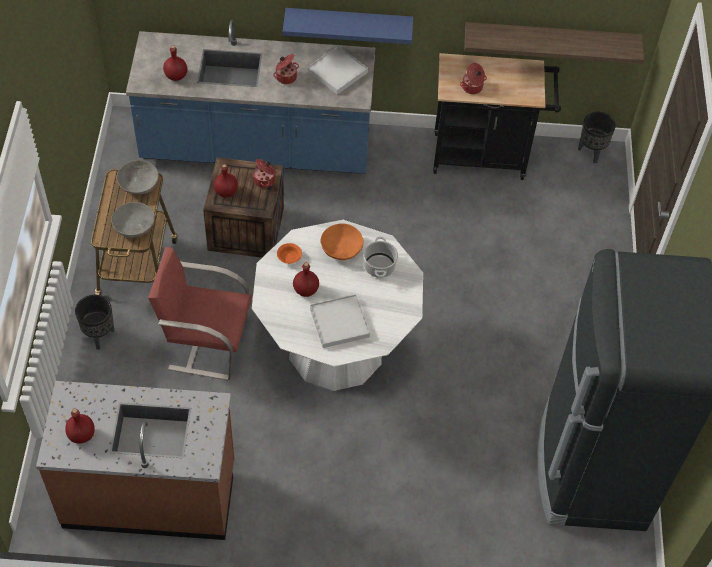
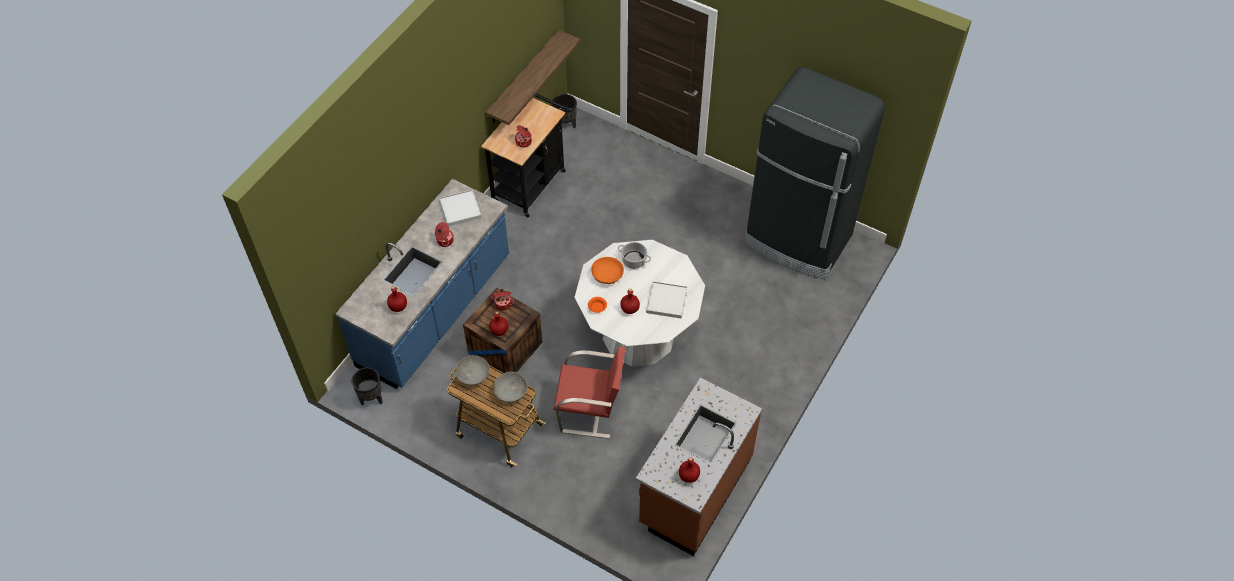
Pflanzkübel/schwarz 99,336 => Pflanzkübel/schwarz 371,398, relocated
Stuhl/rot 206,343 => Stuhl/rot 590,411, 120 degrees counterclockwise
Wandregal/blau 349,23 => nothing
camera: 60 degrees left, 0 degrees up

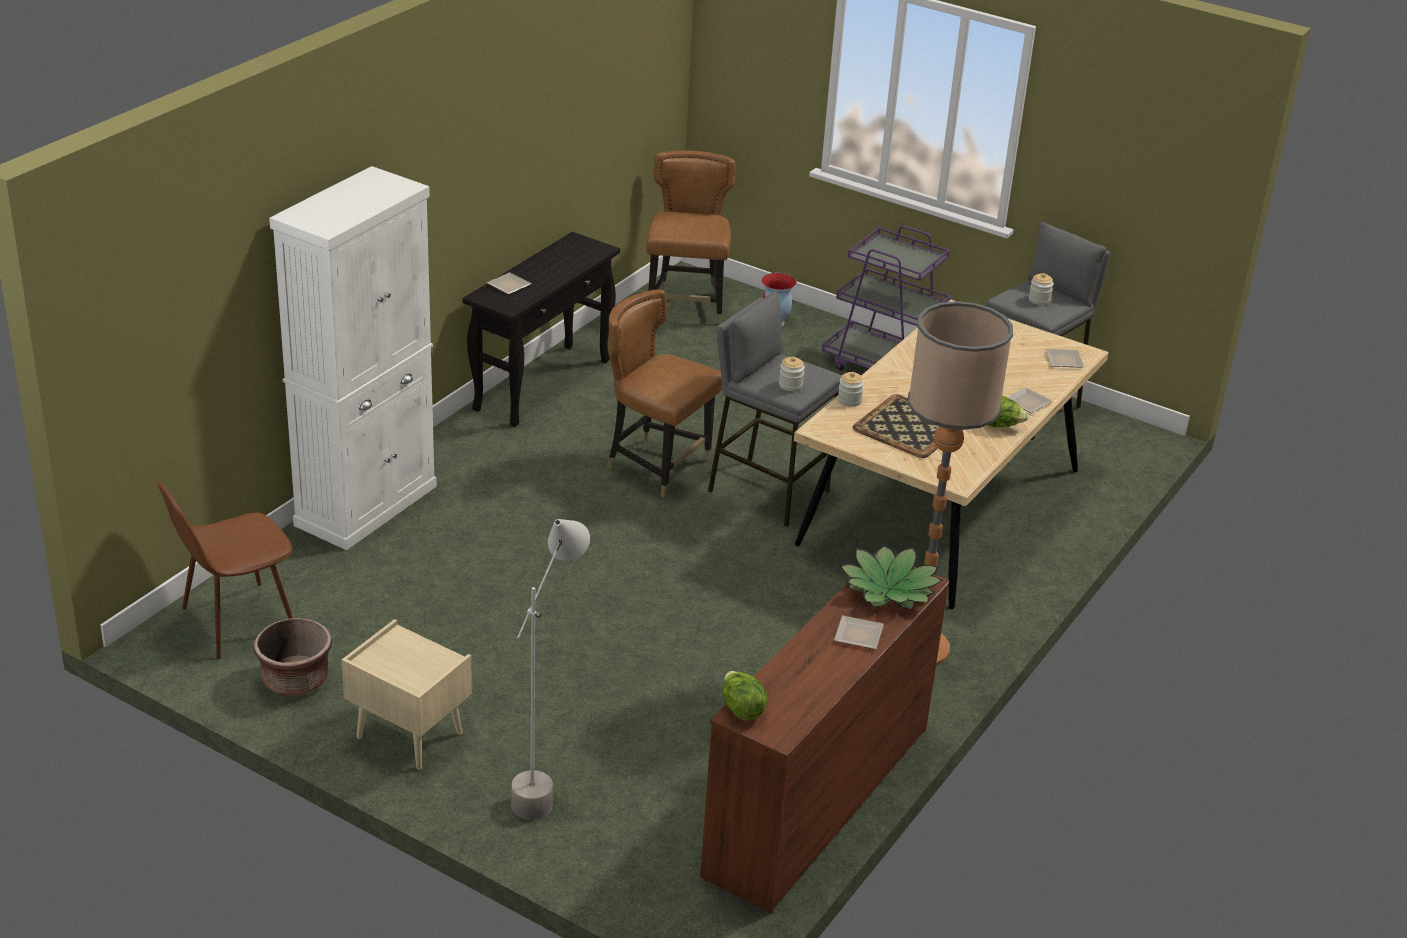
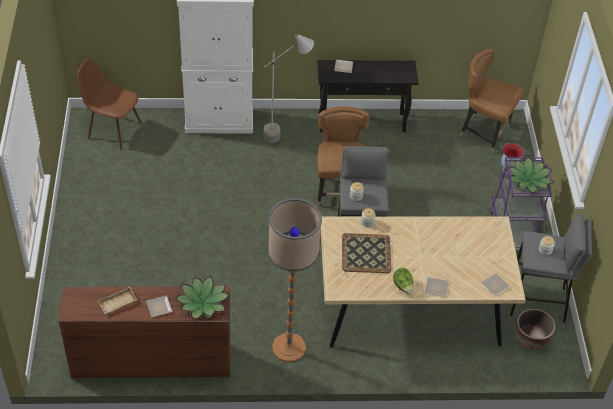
Pflanzkübel/braun 295,680 => Pflanzkübel/braun 531,338, relocated
Nachttisch/beige 408,735 => nothing
Stehlampe/grau 547,783 => Stehlampe/grau 285,134, relocated
Stuhl/braun 686,306 => Stuhl/braun 484,132, 120 degrees counterclockwise
Salatkopf 741,709 => nothing
nothing => Tablett/beige 117,304
nothing => Topfpflanze 529,180
camera: 55 degrees right, 15 degrees up

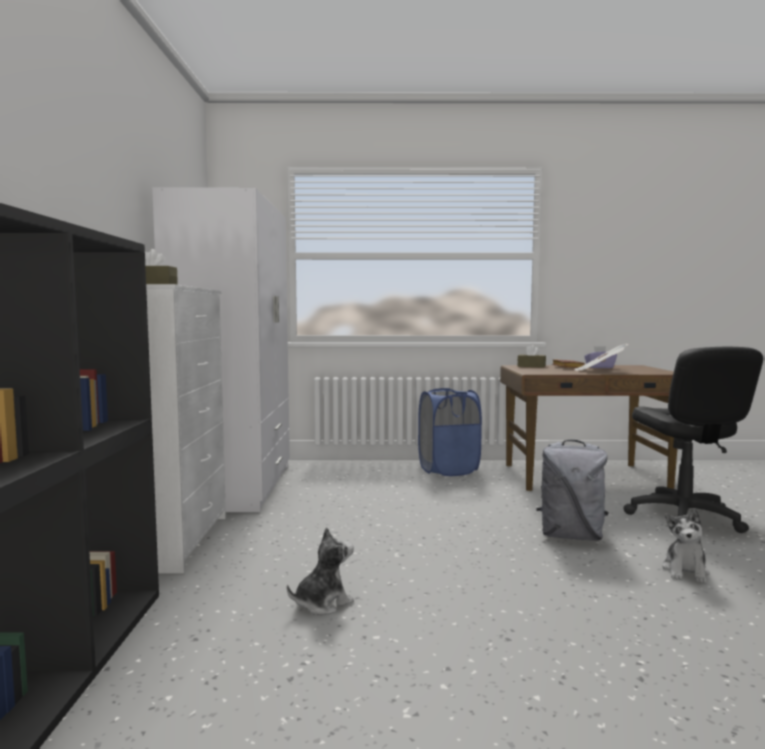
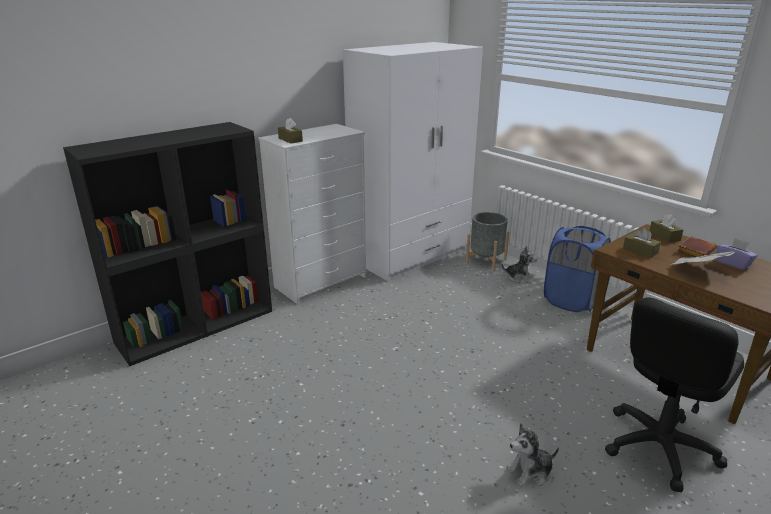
Plüschtier 322,603 => Plüschtier 518,278, relocated
Rucksack/grau 571,536 => nothing
nothing => Pflanzkübel/grau 486,261
nothing => Taschentuchbox/braun 640,251
camera: 50 degrees right, 20 degrees up

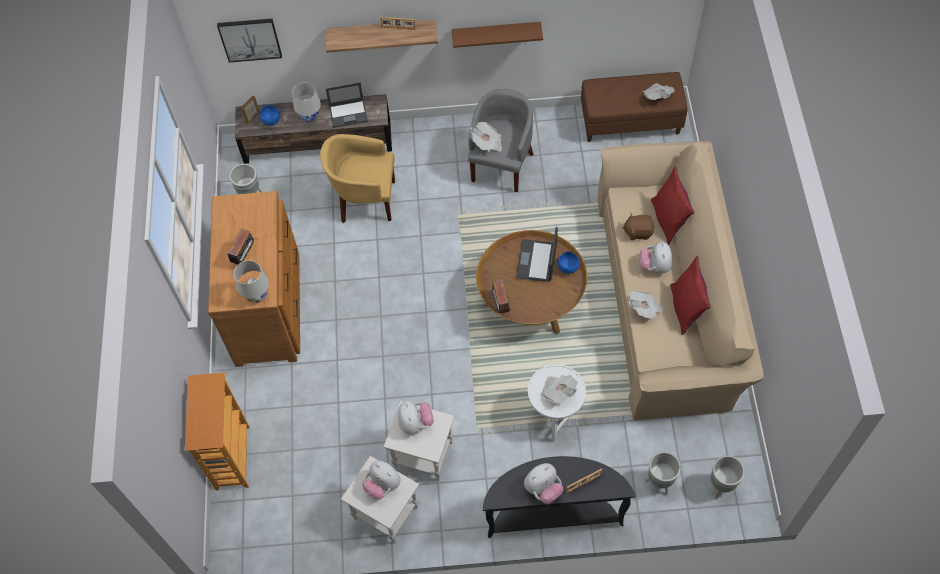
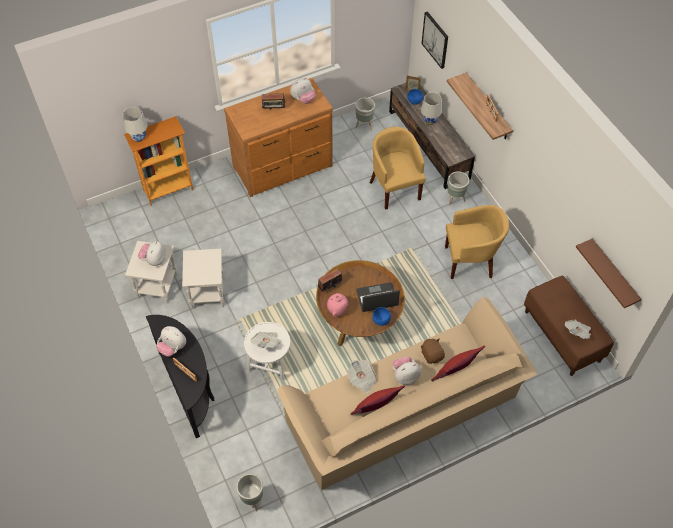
Tischlampe/weiß 256,295 => Tischlampe/weiß 138,137, relocated
Laptop 349,113 => nothing
Plüschtier 415,423 => Plüschtier 303,99, relocated
Wandregal/braun 496,33 => Wandregal/braun 613,274, relocated
Sessel/grau 502,164 => Sessel/gelb 470,260
Zeitung 487,143 => nothing
Pflanzkübel/grau 659,482 => Pflanzkübel/grau 454,199, relocated
nothing => Vase/rosa 337,311
camera: 65 degrees right, 5 degrees down

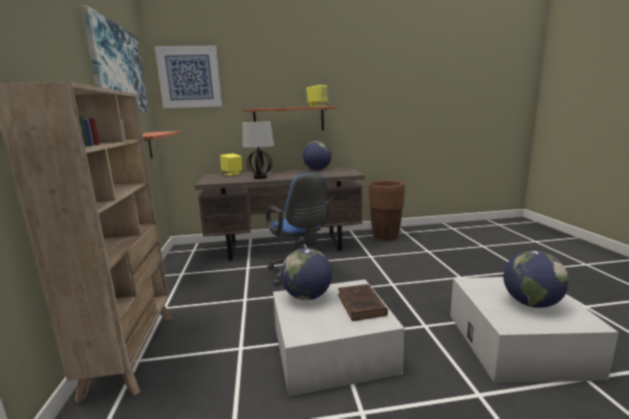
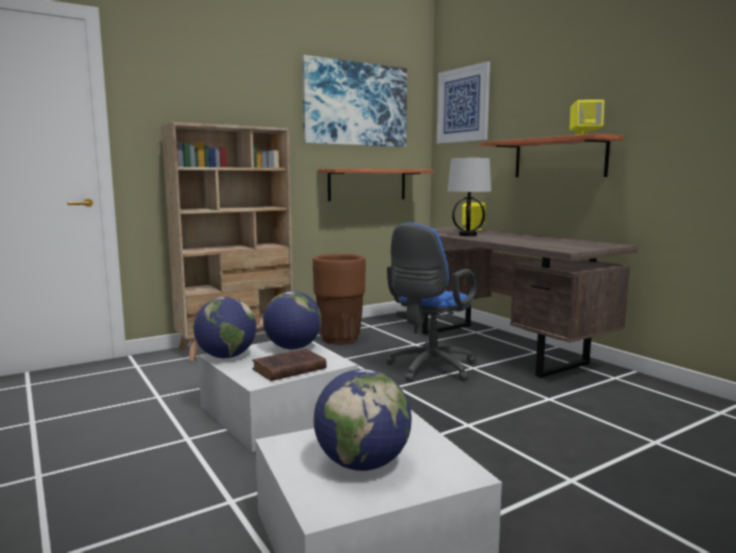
Globus 317,170 => Globus 226,356, relocated
Pflanzkübel/braun 385,236 => Pflanzkübel/braun 339,339, relocated
camera: 65 degrees right, 5 degrees down

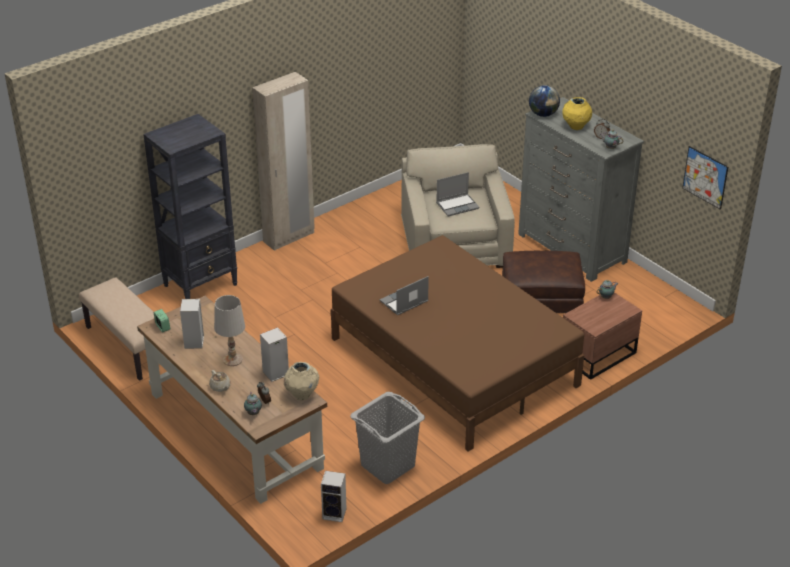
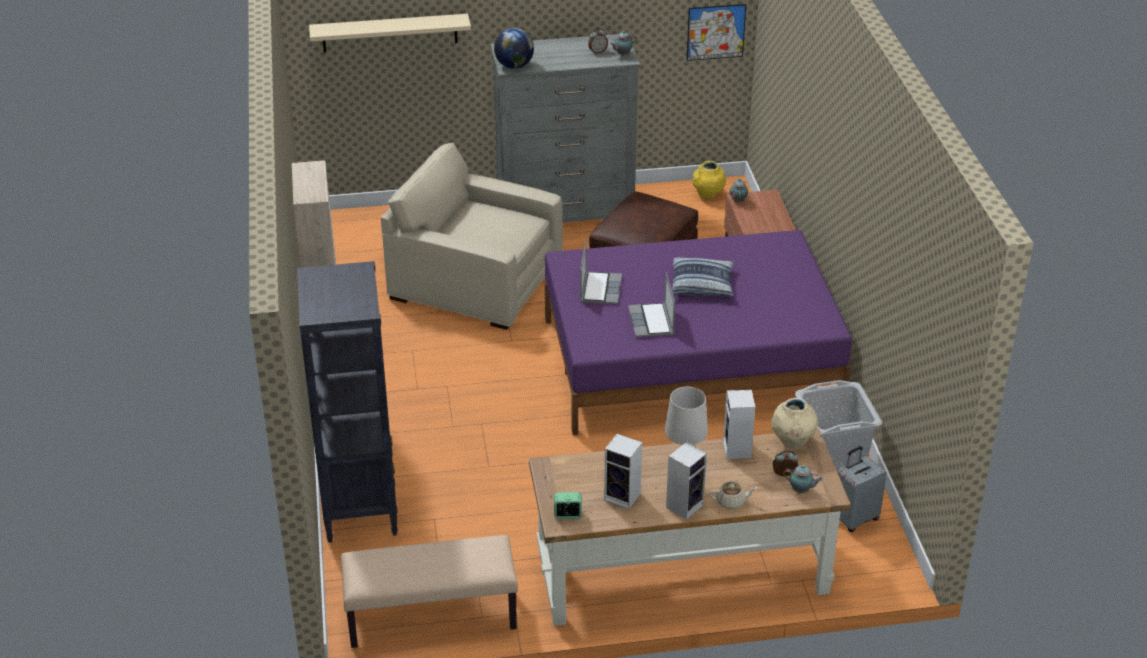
Lautsprecher 335,513 => Lautsprecher 685,505, relocated
Bett/braun 453,362 => Bett/lila 690,362
Laptop 457,205 => Laptop 599,289, relocated
Vase/gelb 576,127 => Vase/gelb 708,195, relocated
nothing => Wandregal/beige 389,33
nothing => Kissen 702,284
nothing => Koffer/grau 854,518
camera: 60 degrees left, 0 degrees up

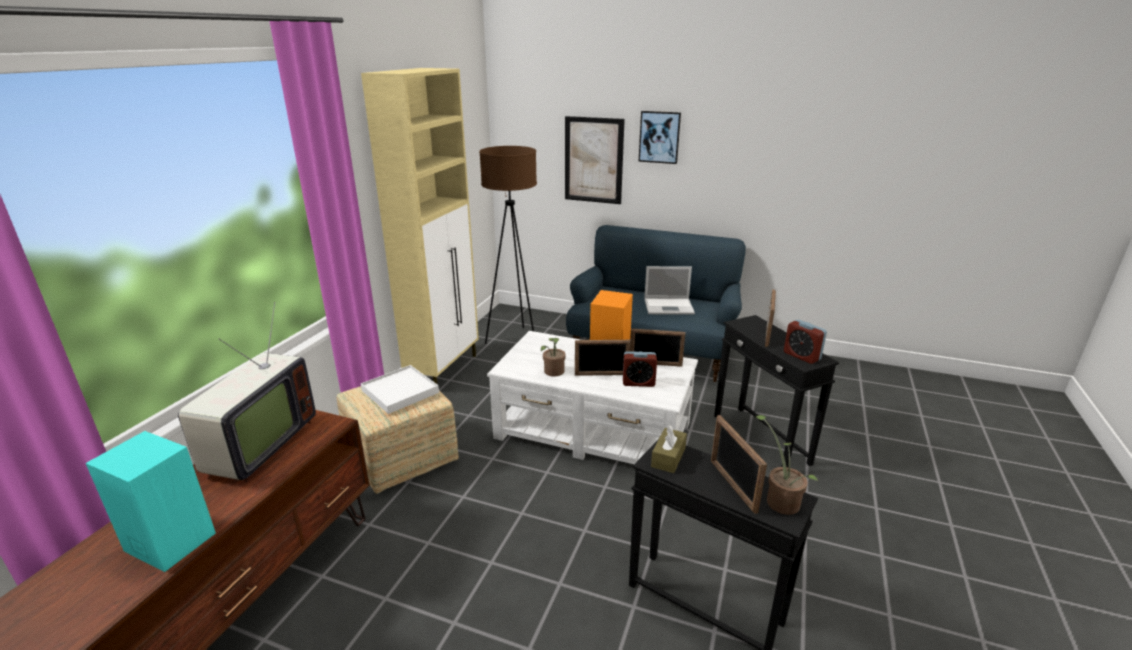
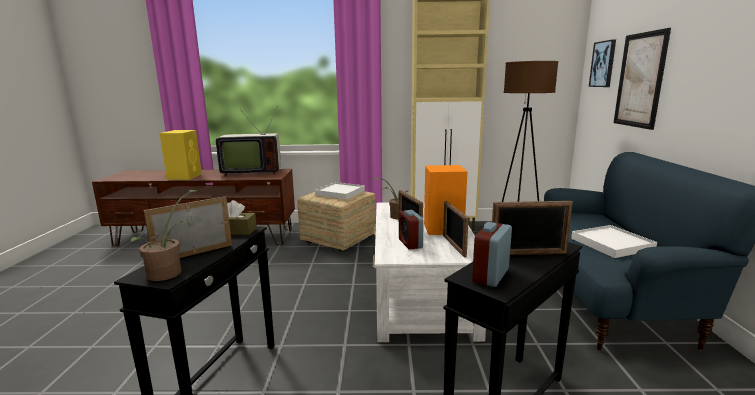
Lautsprecher/türkis 169,541 => Lautsprecher/gelb 185,176
Bild 659,137 => Bild 603,64, relocated
Laptop 669,306 => Tablett/weiß 612,244
camera: 70 degrees right, 10 degrees down

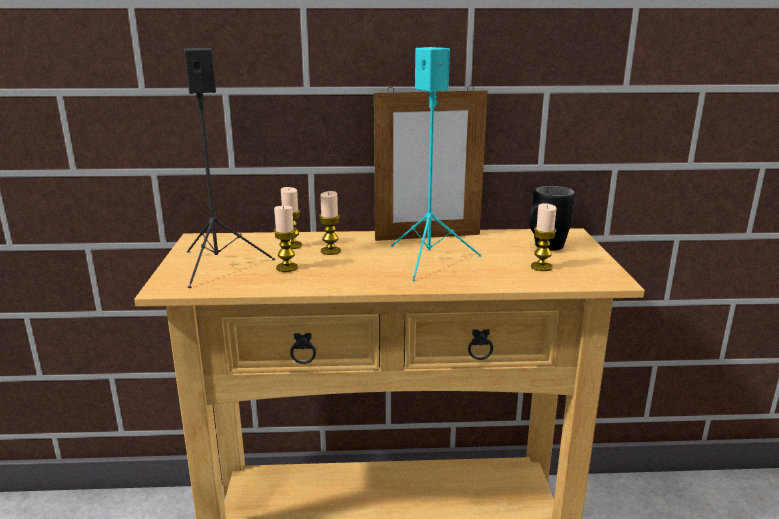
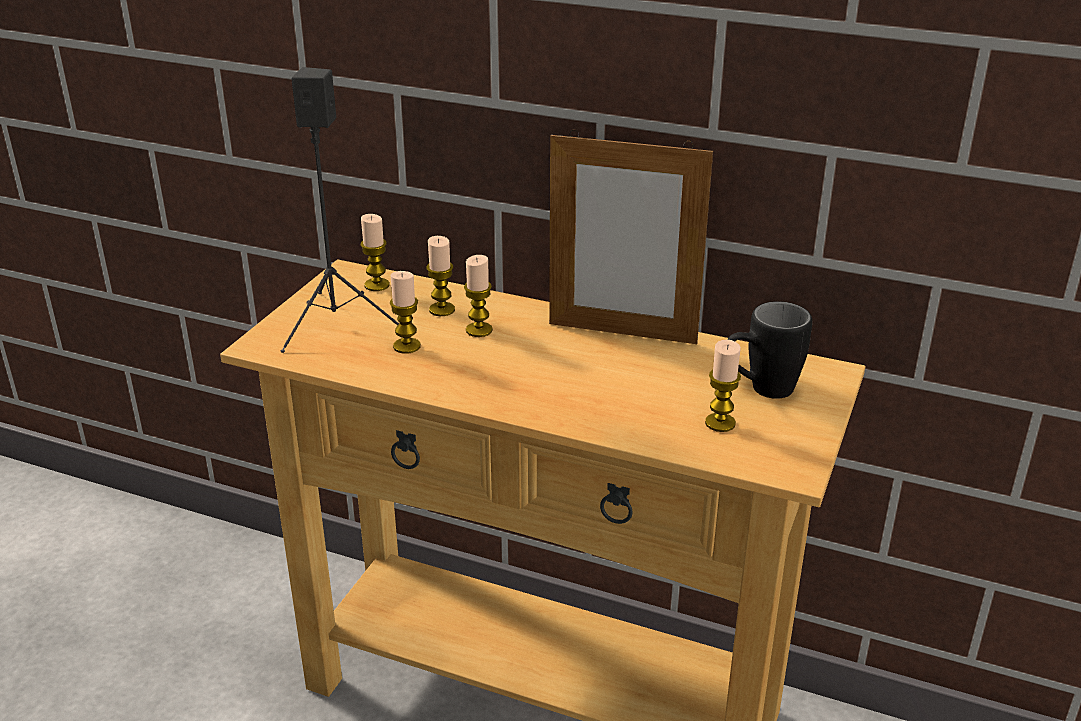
Lautsprecher/türkis 429,259 => nothing
nothing => Kerze 377,285
camera: 25 degrees right, 10 degrees up

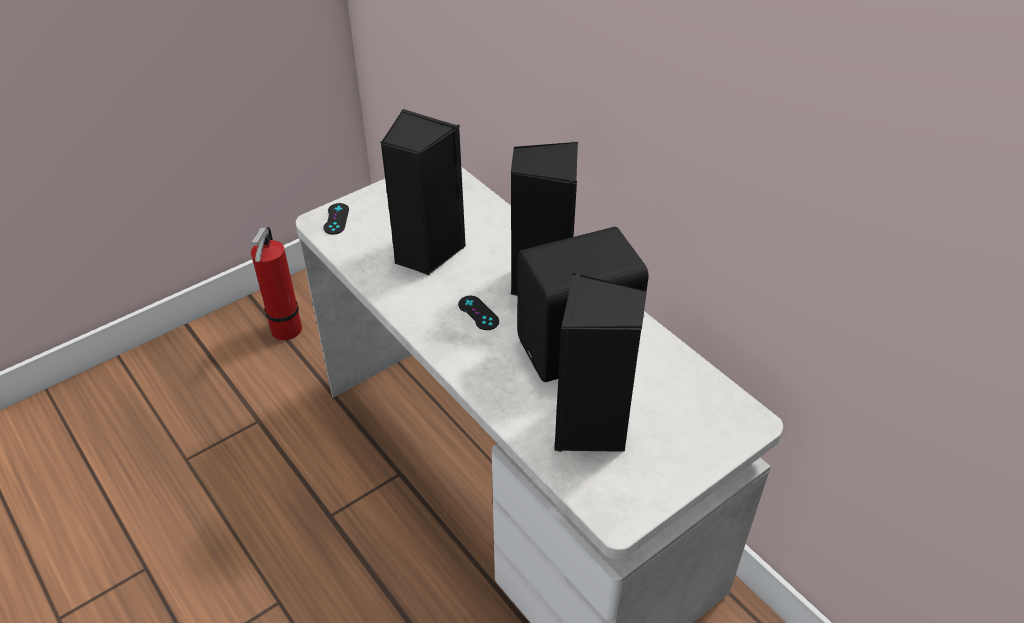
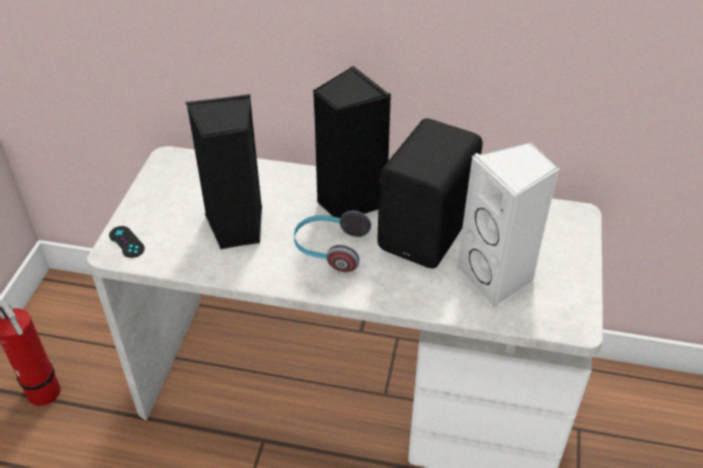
Gamepad/schwarz 478,313 => Kopfhörer 330,249
Lautsprecher/schwarz 592,428 => Lautsprecher/weiß 497,279
camera: 40 degrees left, 0 degrees up

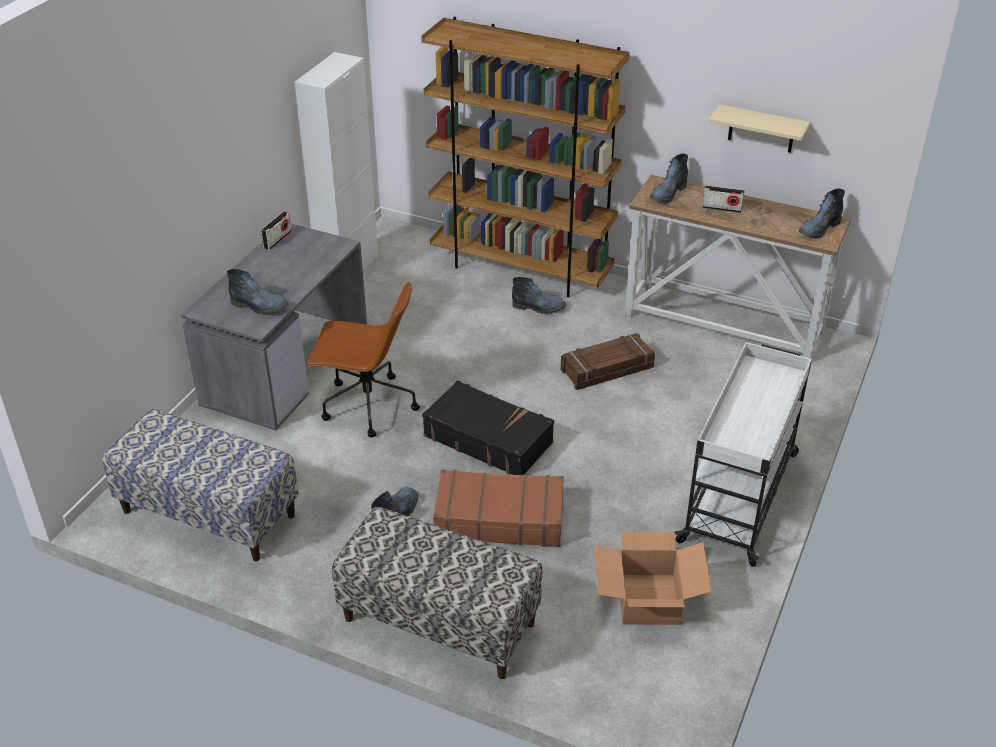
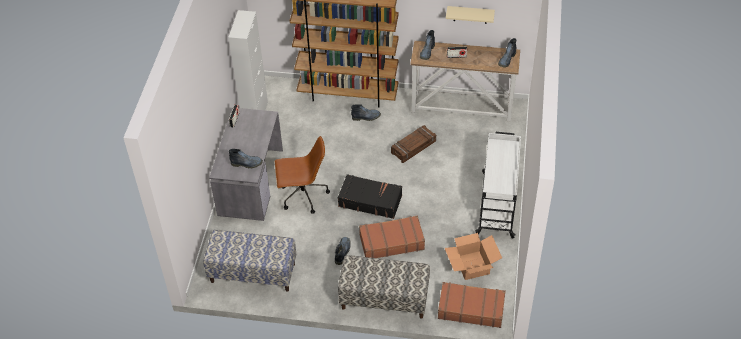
nothing => Koffer/braun 471,309
camera: 15 degrees left, 10 degrees up

